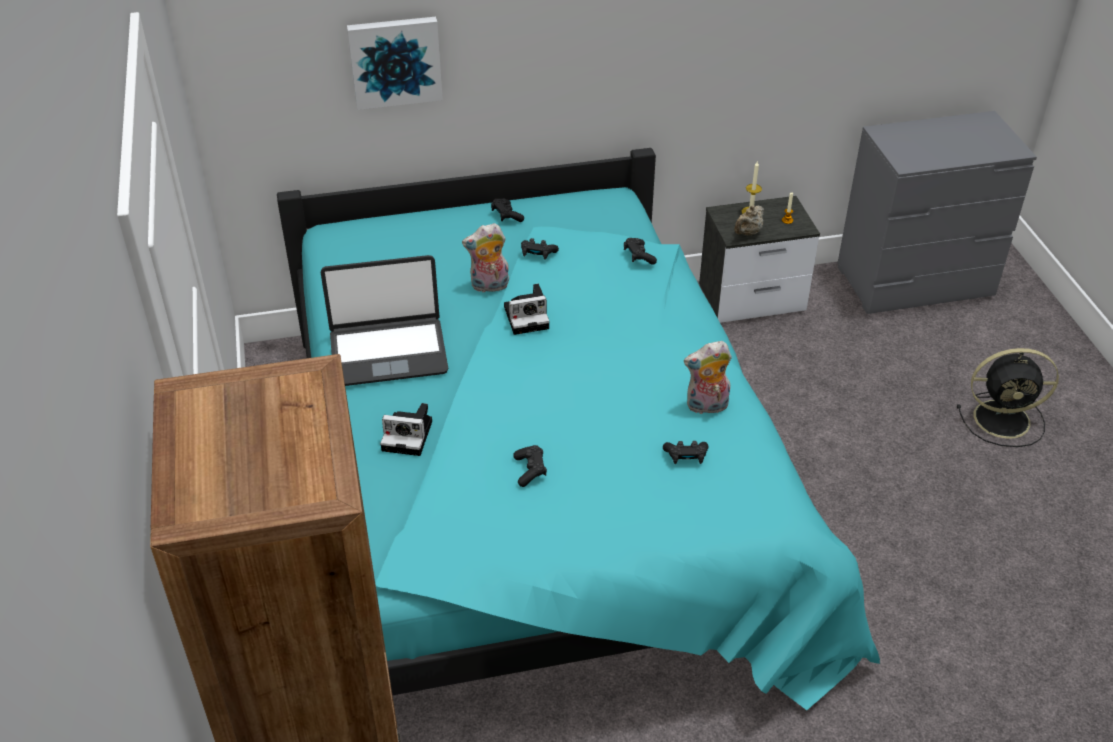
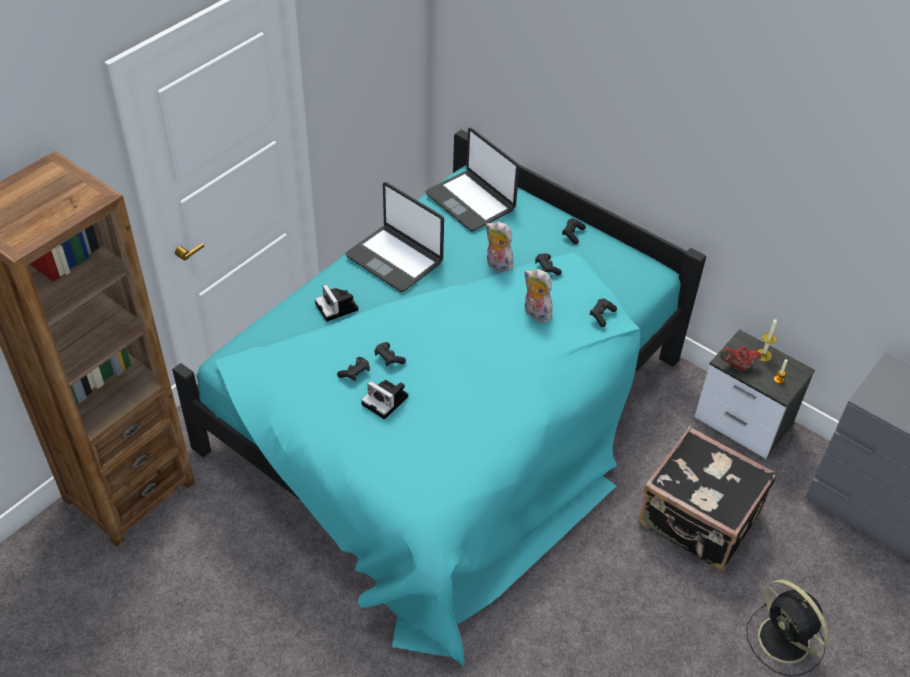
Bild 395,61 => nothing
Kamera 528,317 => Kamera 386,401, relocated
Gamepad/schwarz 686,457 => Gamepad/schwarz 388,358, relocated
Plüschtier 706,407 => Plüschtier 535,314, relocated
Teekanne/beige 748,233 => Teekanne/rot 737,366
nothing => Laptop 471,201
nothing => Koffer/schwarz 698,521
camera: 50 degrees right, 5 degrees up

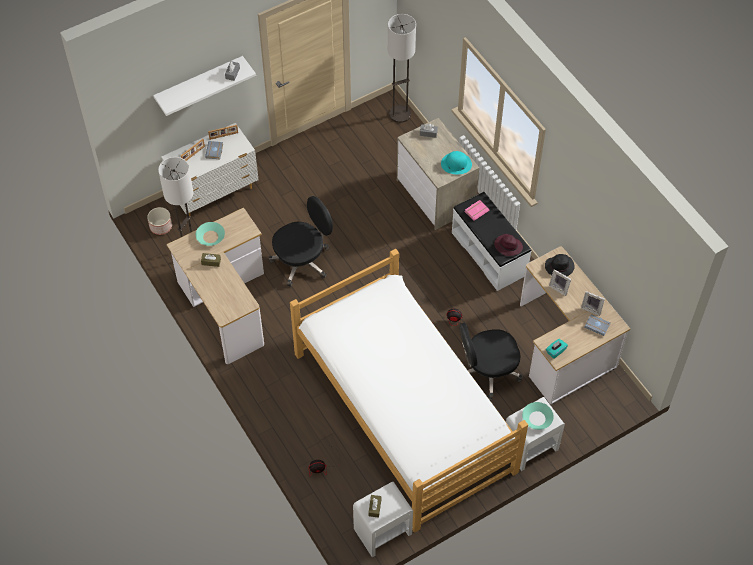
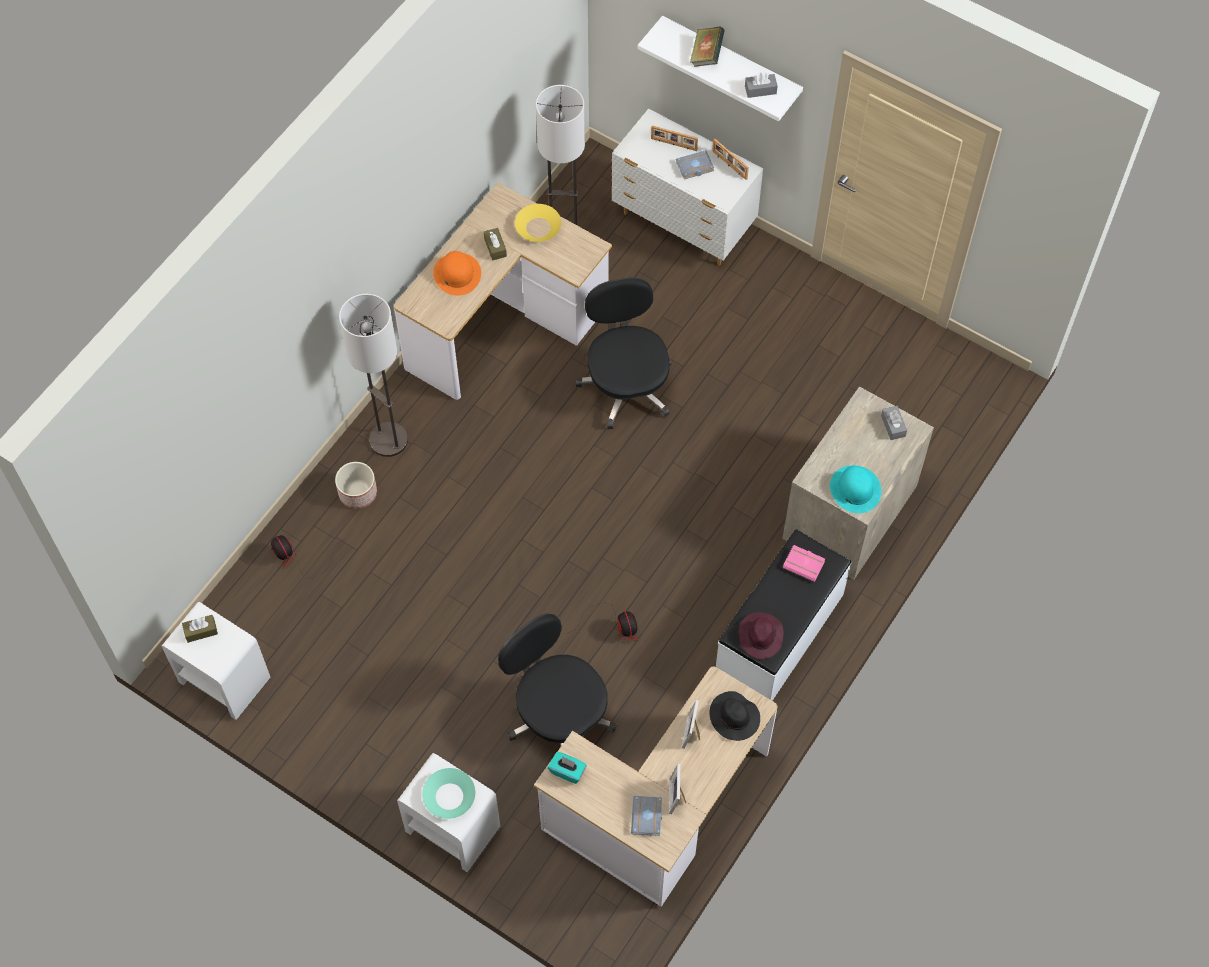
Pflanzkübel 161,226 => Pflanzkübel 358,492, relocated
Schüssel/türkis 210,236 => Schüssel/gelb 538,227
Bürostuhl/schwarz 302,261 => Bürostuhl/schwarz 626,385, 135 degrees counterclockwise
Bett 403,412 => nothing
Stehlampe 400,114 => Stehlampe 388,440, relocated
nothing => Hut/orange 457,273
nothing => Buch 706,55
camera: 65 degrees right, 5 degrees up

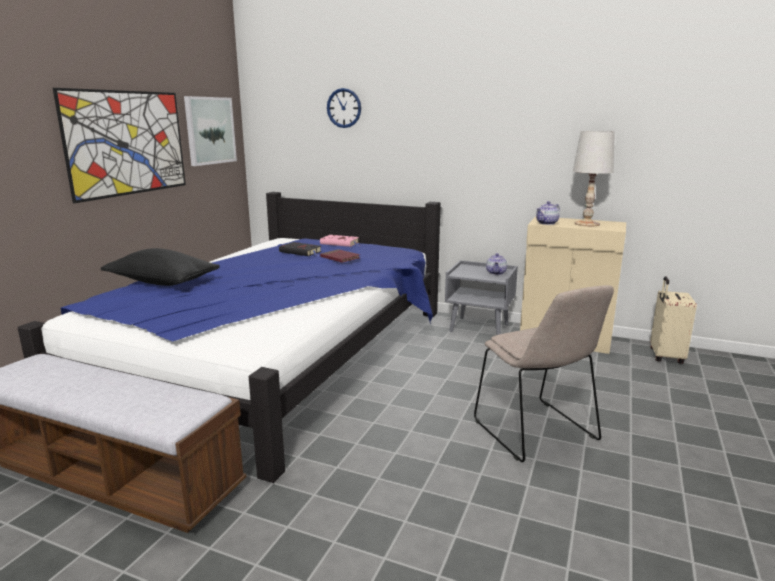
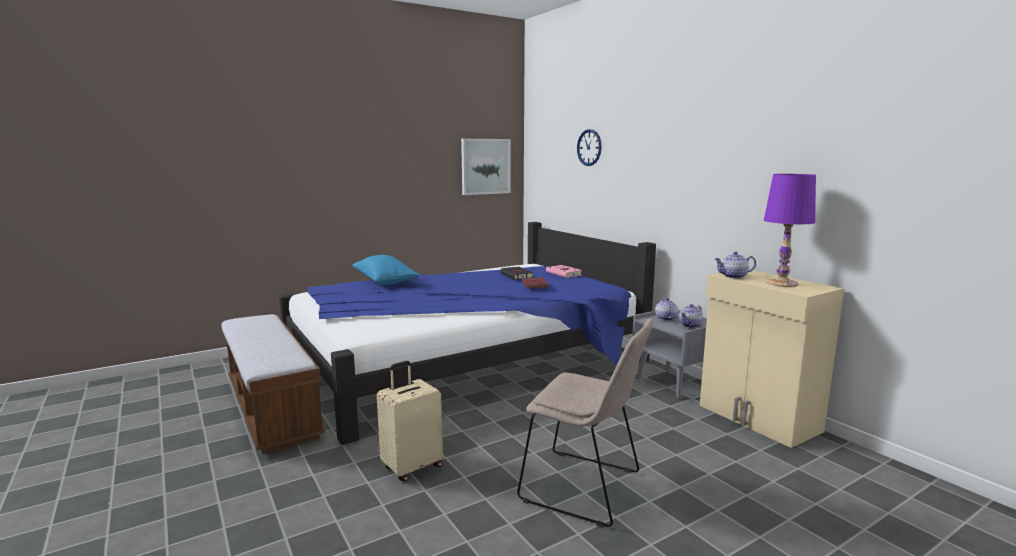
Bild 127,143 => nothing
Kissen/schwarz 162,282 => Kissen/blau 385,282
Stuhl/beige 536,432 => Stuhl/beige 585,488, 75 degrees counterclockwise
Tischlampe/weiß 587,224 => Tischlampe/lila 782,283
Koffer/beige 665,356 => Koffer/beige 412,467, relocated
nothing => Teekanne 665,318
camera: 35 degrees right, 5 degrees down

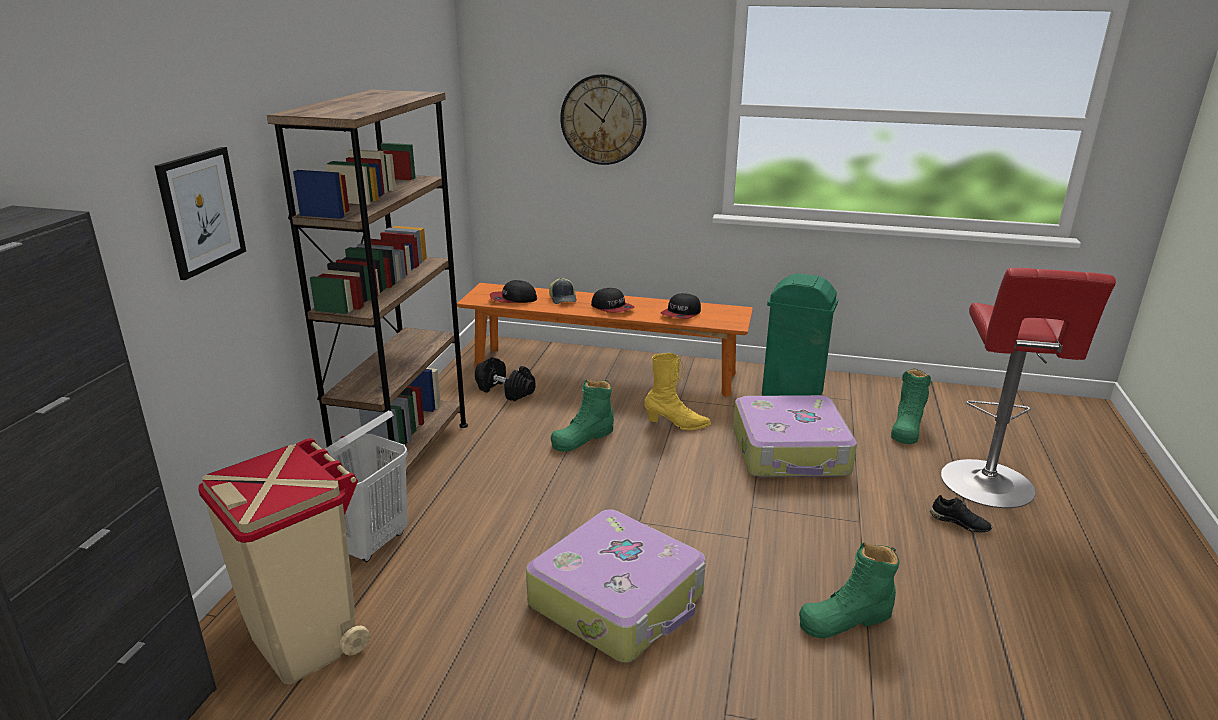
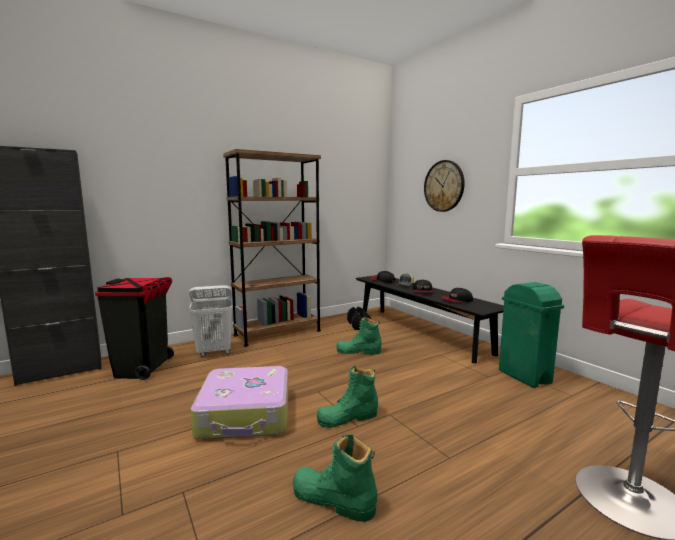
Bild 201,211 => nothing
Mülleimer/beige 305,639 => Mülleimer/schwarz 143,368
Bank/orange 604,371 => Bank/schwarz 419,332
Stiefel/gelb 677,424 => nothing
Koffer 791,452 => nothing
Stiefel/grün 906,428 => Stiefel/grün 348,418, relocated
Schuh/schwarz 959,522 => nothing
camera: 45 degrees right, 15 degrees down

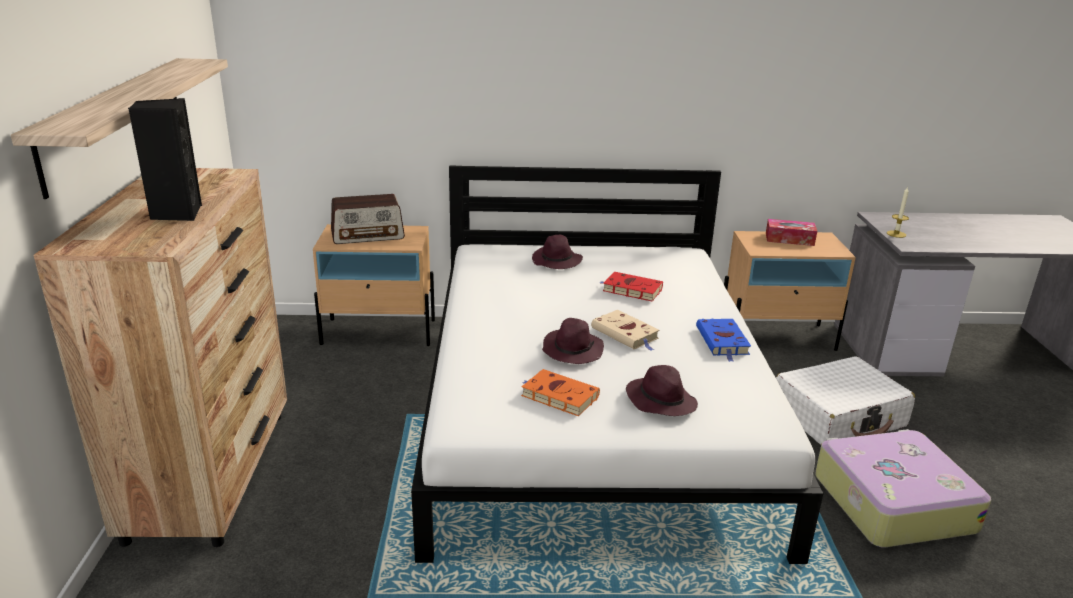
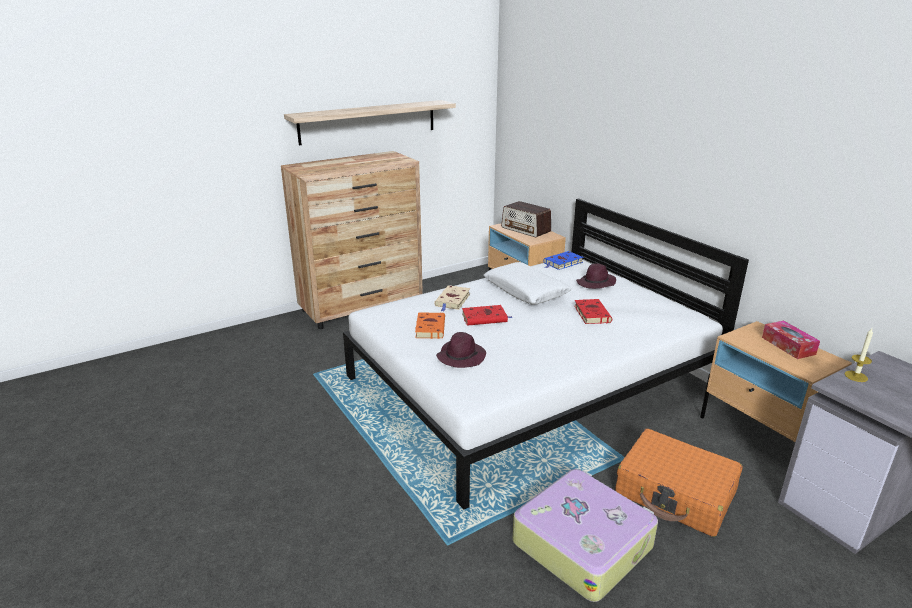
Lautsprecher/schwarz 176,213 => nothing
Hut/lila 572,350 => Buch/rot 485,318
Buch/beige 626,334 => Buch/beige 452,300, relocated
Buch/blau 723,342 => Buch/blau 562,263, relocated
Koffer/weiß 838,416 => Koffer/orange 675,493
nothing => Kissen/weiß 526,291
camera: 60 degrees right, 0 degrees up

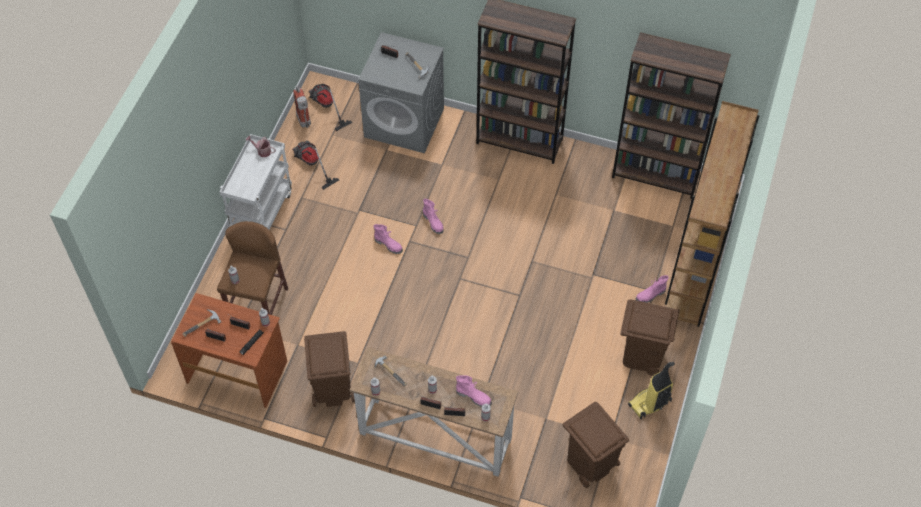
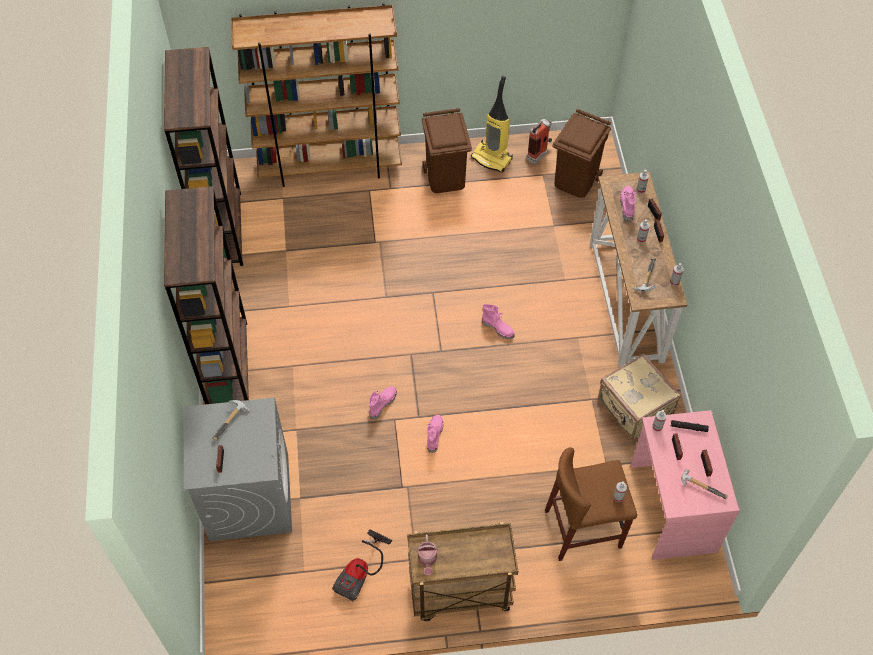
Schreibtisch/braun 238,371 => Schreibtisch/rosa 671,508
Rollwagen/weiß 262,213 => Rollwagen/braun 459,593
Feuerlöscher 305,123 => Feuerlöscher 539,154, relocated
Mülleimer/braun 332,389 => Koffer/beige 634,408
Staubsauger 325,107 => nothing
Stiefel/rosa 650,295 => Stiefel/rosa 498,328, relocated
camera: 115 degrees left, 0 degrees up

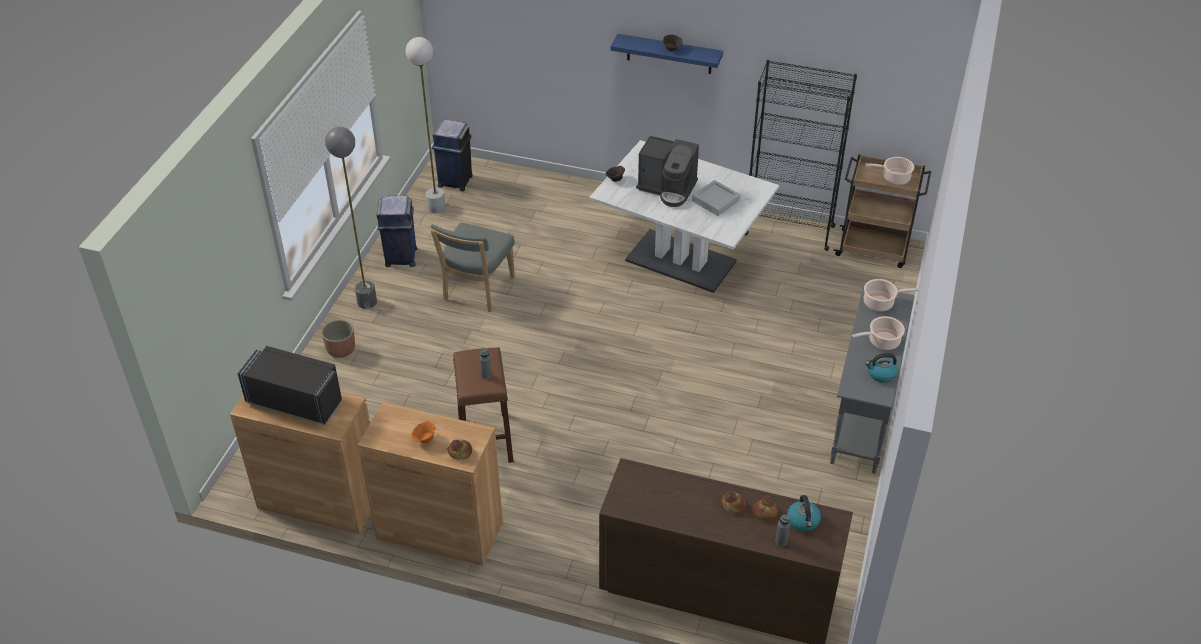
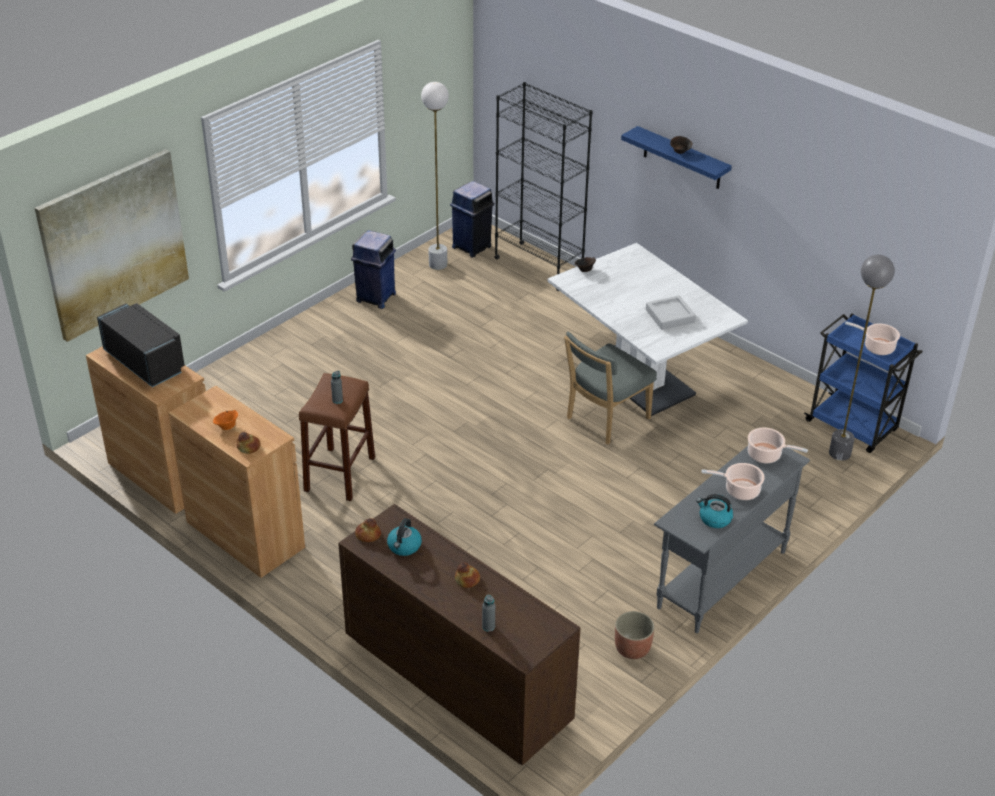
Pflanzkübel 341,350 => Pflanzkübel 632,648, relocated
Stehlampe/grau 367,302 => Stehlampe/grau 839,453, relocated
Stuhl/grau 476,291 => Stuhl/grau 605,420, relocated
Kaffeemaschine 668,188 => nothing
Bücherregal/schwarz 788,230 => Bücherregal/schwarz 539,266, relocated
Brot 765,512 => Brot 367,535, relocated
Wasserkessel 803,521 => Wasserkessel 404,547, relocated
Rollwagen/braun 874,249 => Rollwagen/blau 853,426
nothing => Bild 114,244
camera: 25 degrees right, 5 degrees down

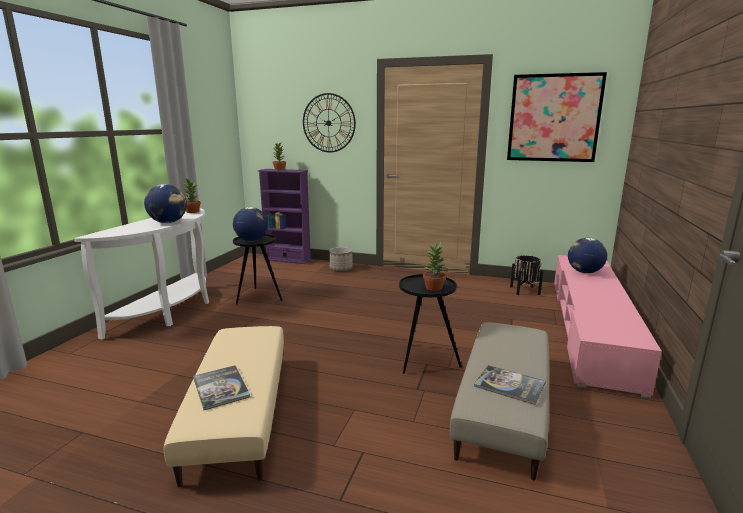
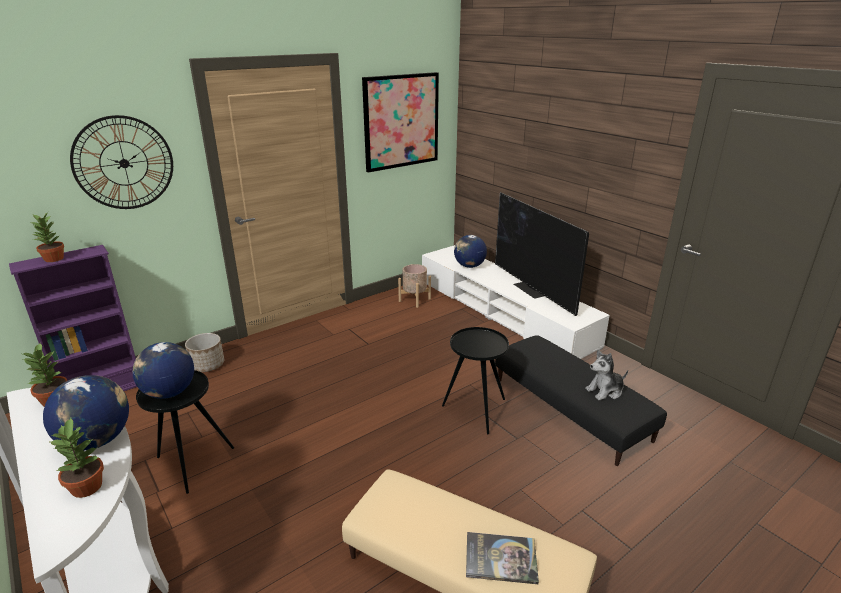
Topfpflanze 434,287 => Topfpflanze 88,487, relocated
Polsterhocker/beige 504,405 => Polsterhocker/schwarz 570,408
Buch 509,385 => Plüschtier 605,391
Pflanzkübel/schwarz 524,290 => Pflanzkübel/beige 414,300
Fernsehschrank/rosa 590,327 => Fernsehschrank/weiß 503,312
nothing => Fernseher 532,289
camera: 55 degrees left, 10 degrees up

